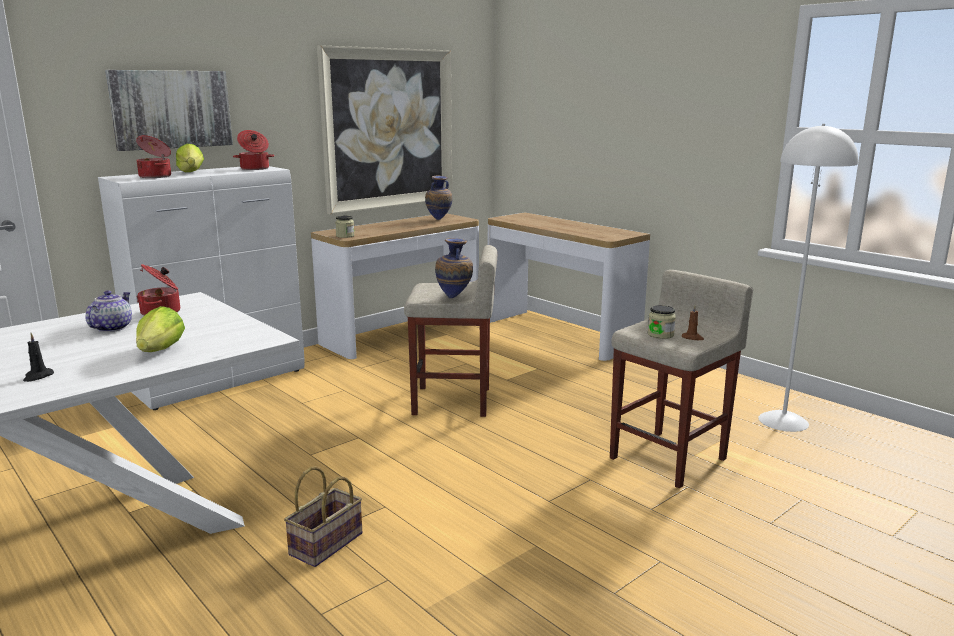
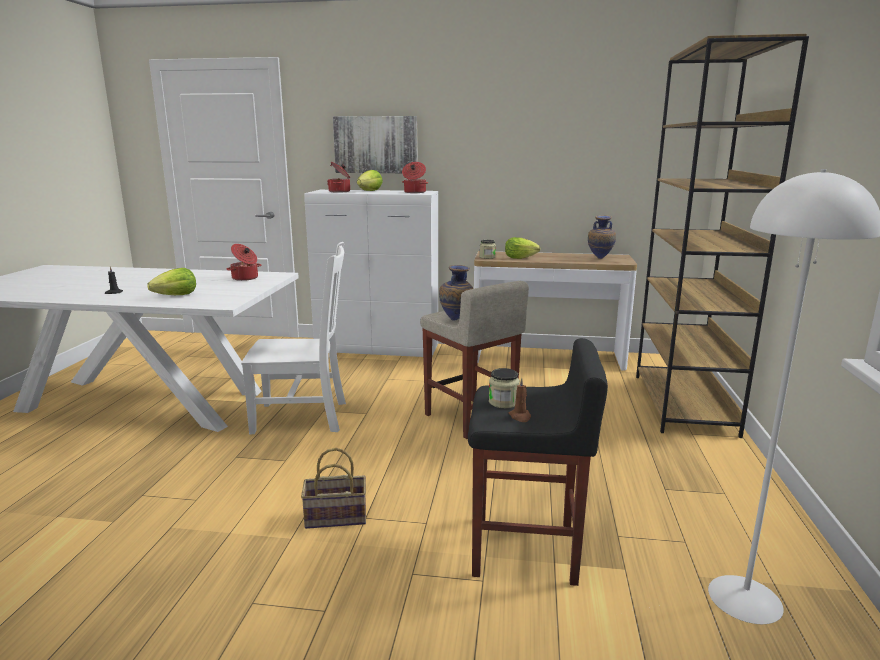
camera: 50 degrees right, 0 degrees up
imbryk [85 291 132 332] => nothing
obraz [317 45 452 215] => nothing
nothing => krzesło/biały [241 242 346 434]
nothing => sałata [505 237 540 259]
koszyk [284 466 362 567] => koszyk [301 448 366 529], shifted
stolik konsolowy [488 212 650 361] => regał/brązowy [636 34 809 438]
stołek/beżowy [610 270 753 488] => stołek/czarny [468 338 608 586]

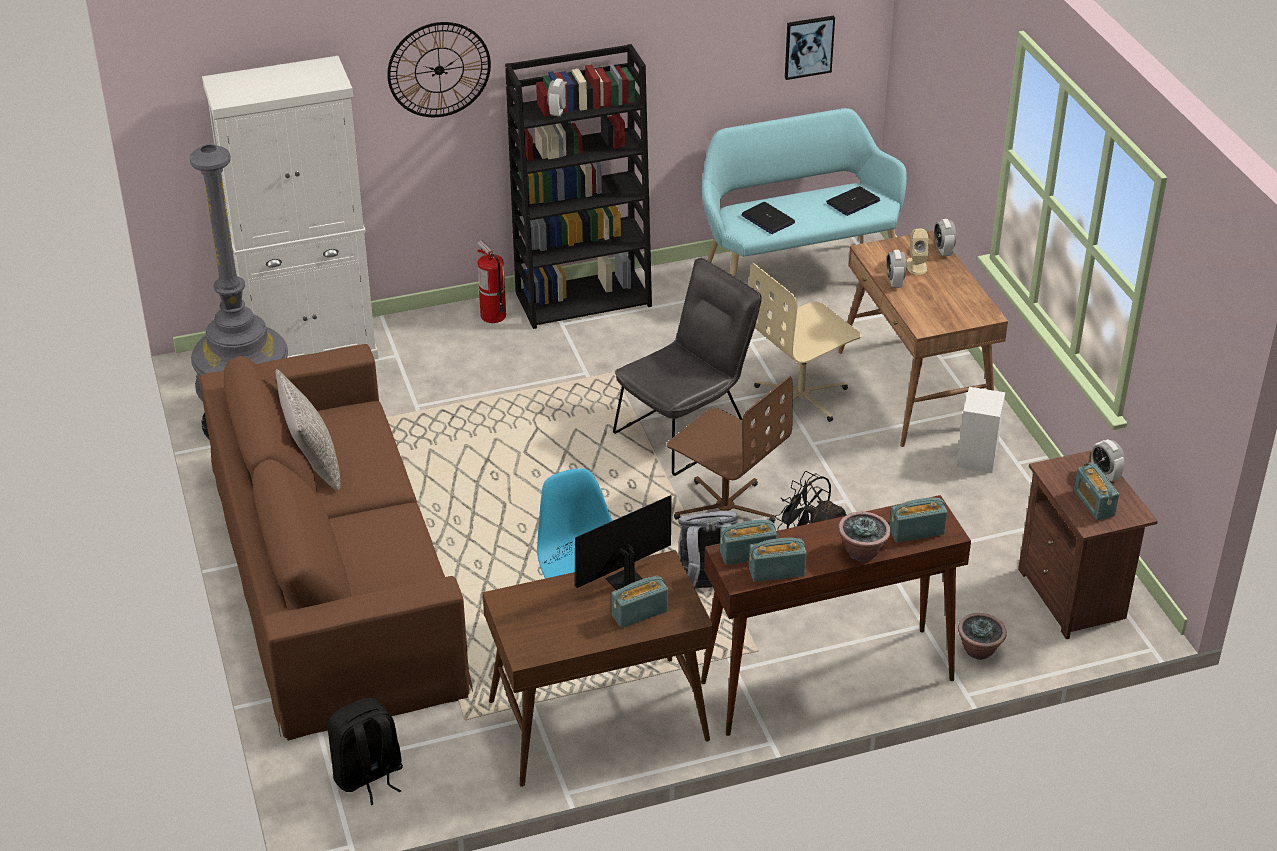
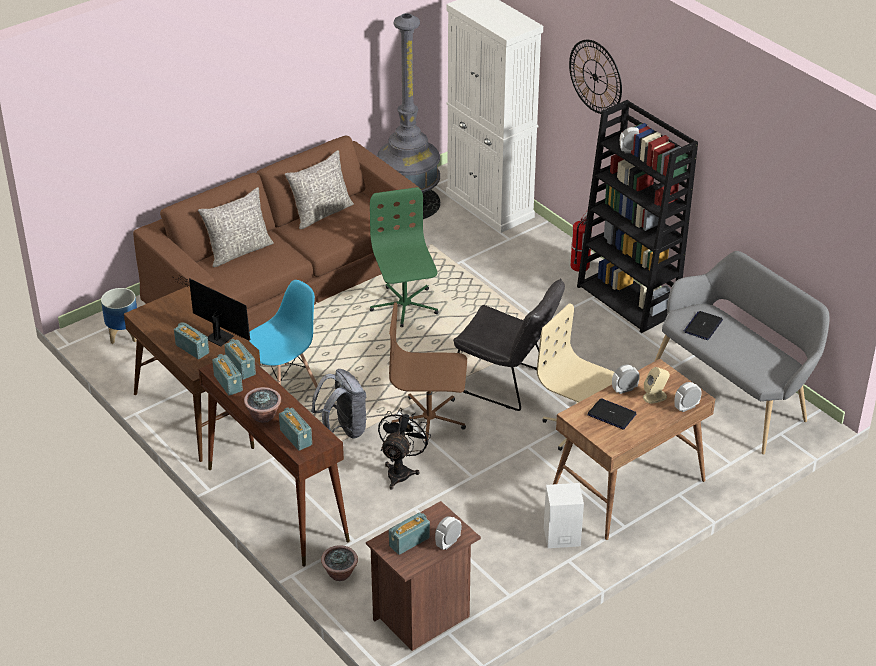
camera: 70 degrees right, 0 degrees up
obraz [785 16 835 80] => nothing
nothing => poduszka/szary [198 187 274 267]
nothing => krzesło biurowe/zielony [370 187 439 327]
laptop [826 186 880 216] => laptop [587 399 636 430], shifted
plecak/czarny [328 698 403 805] => donica [101 288 137 344]
ławka/turkusowy [702 108 907 277] => ławka/szary [655 251 829 454]
krzesło biurowe/brązowy [667 376 793 523] => krzesło biurowe/brązowy [389 303 467 445], 75 degrees clockwise

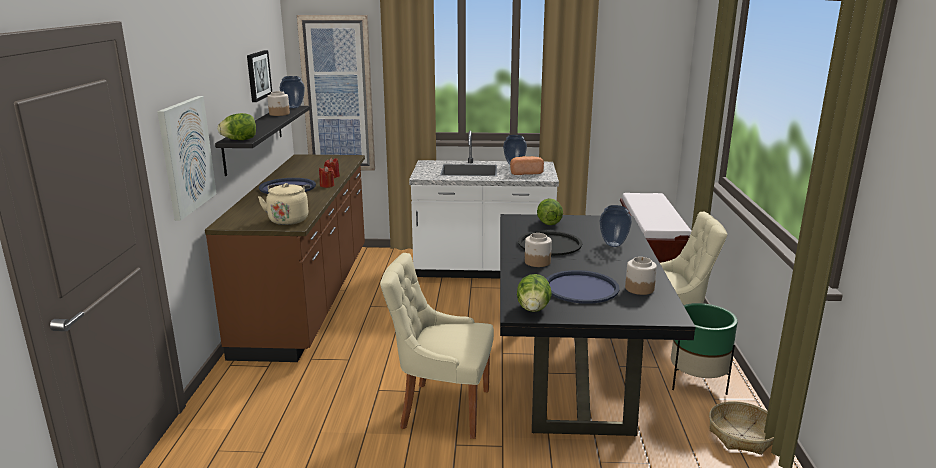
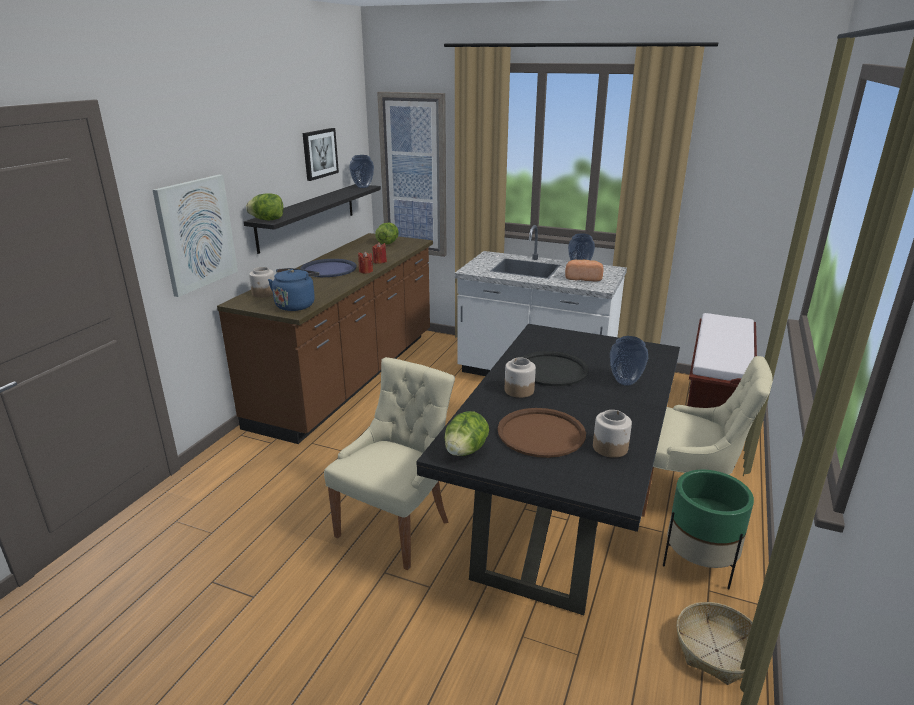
camera: 20 degrees right, 5 degrees up
słoik [267 91 290 116] => słoik [249 267 275 298], shifted
sałata [537 198 563 225] => sałata [375 223 399 244], shifted
czajnik/beżowy [258 183 310 225] => czajnik/niebieski [268 268 320 311]
taca/niebieski [546 270 620 304] => taca/brązowy [497 408 586 458]
krzesło/beżowy [380 253 494 439] => krzesło/beżowy [324 357 455 570], 90 degrees clockwise

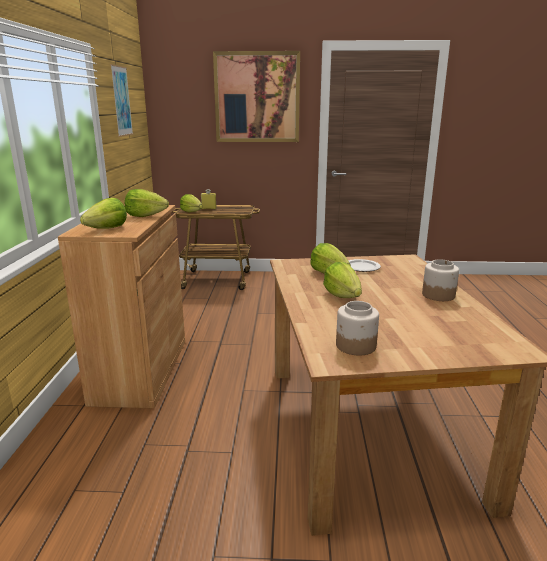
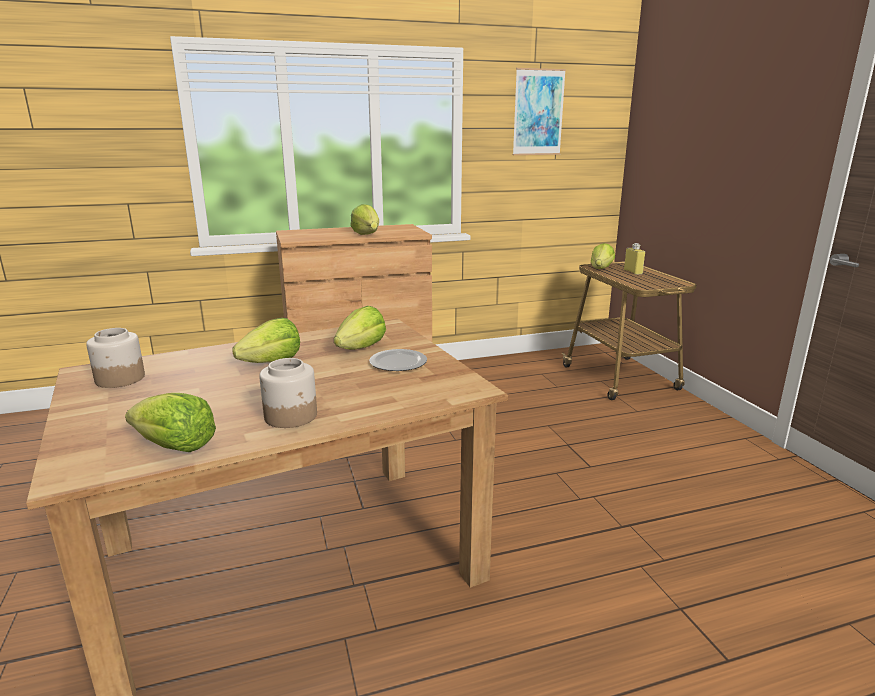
camera: 70 degrees right, 0 degrees up
obraz [213 51 300 142] => nothing
sałata [80 198 127 229] => sałata [125 393 216 452], shifted

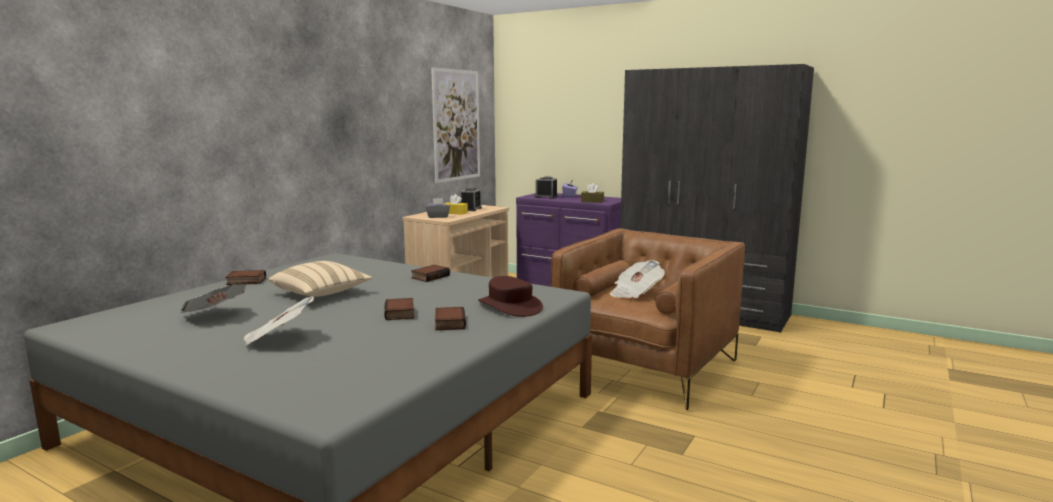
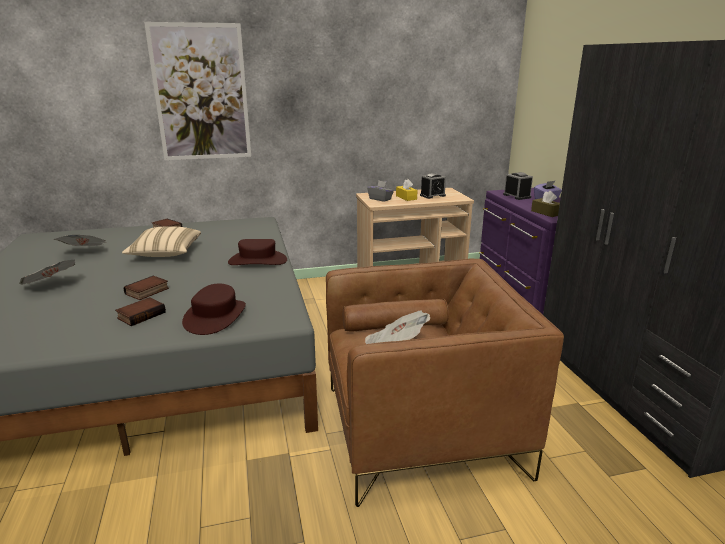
camera: 45 degrees right, 10 degrees up
obraz [431 67 480 183] => obraz [144 22 251 160], shifted
książka [411 265 450 282] => kapelusz/brązowy [228 239 287 265]

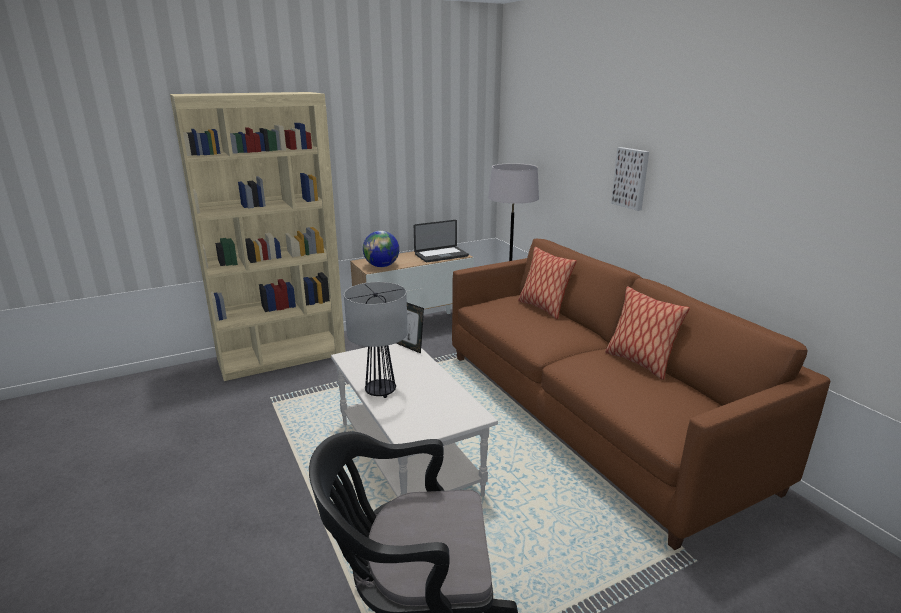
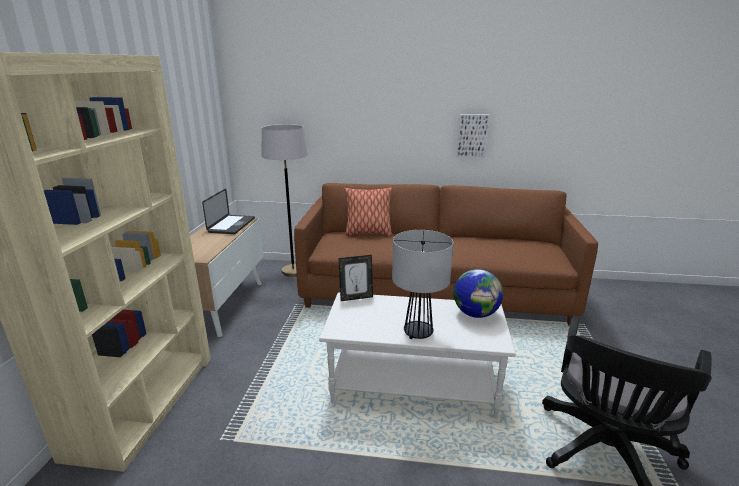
camera: 55 degrees left, 0 degrees up
poduszka [605 286 690 380] => nothing
globus [363 231 399 267] => globus [454 269 503 318], shifted
obraz [611 147 649 211] => obraz [457 114 489 158], shifted

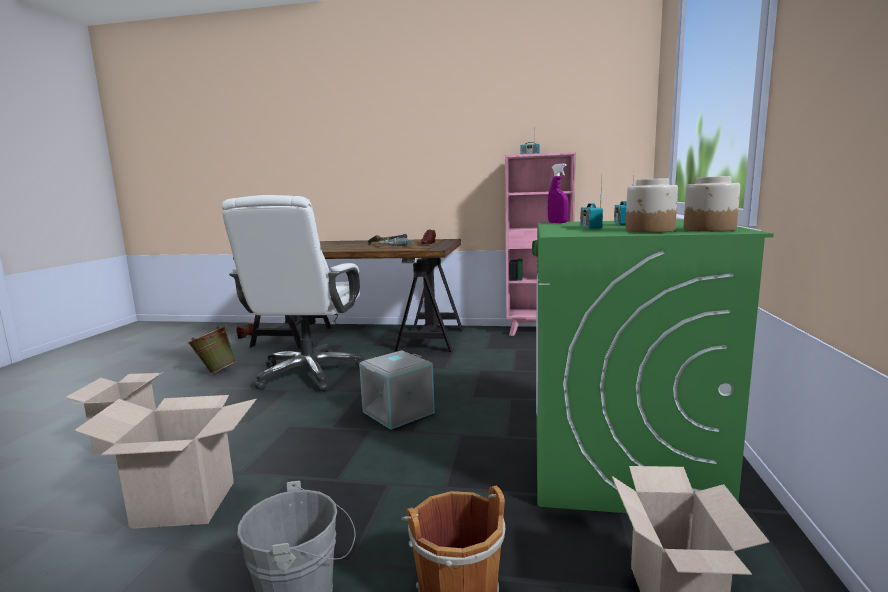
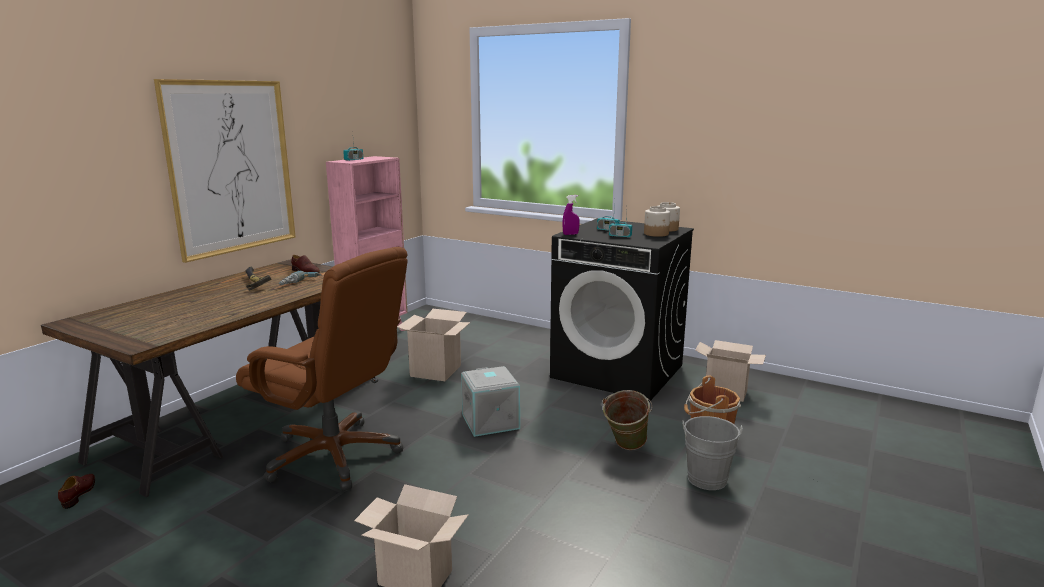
camera: 70 degrees left, 5 degrees up
nothing => obraz [154 79 296 263]
karton [74 395 256 529] => karton [397 309 470 381], shifted
wiadro/zielony [188 326 236 374] => wiadro/zielony [603 390 652 450], shifted
krzesło biurowe/biały [222 195 364 391] => krzesło biurowe/brązowy [236 247 408 491]
pralka/zielony [532 219 774 513] => pralka/czarny [550 219 694 402]

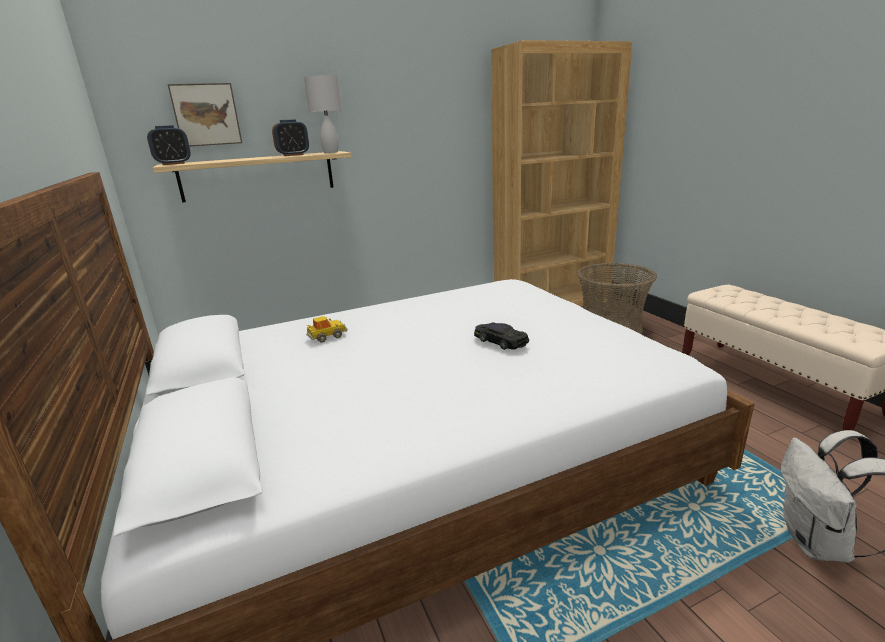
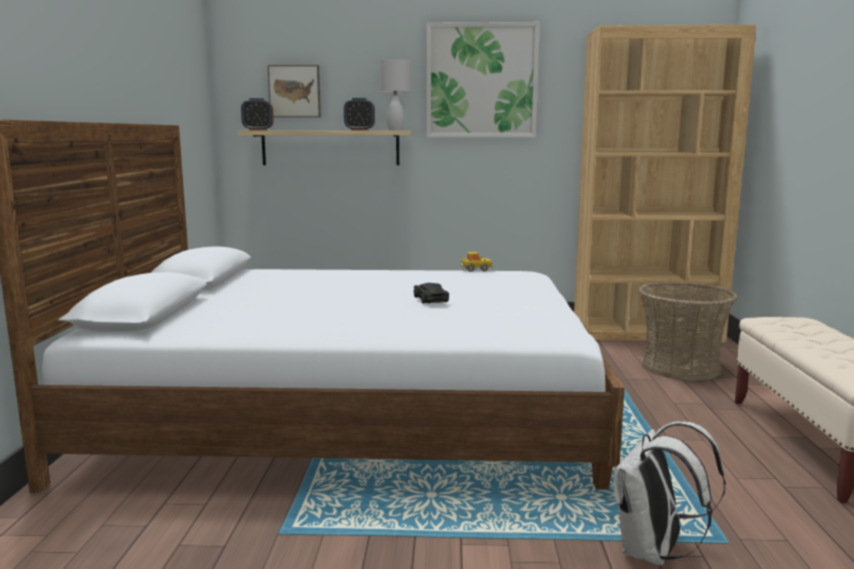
camera: 25 degrees right, 10 degrees down
nothing => obraz [427 22 540 137]
samochodzik [306 316 348 342] => samochodzik [460 252 494 272], shifted

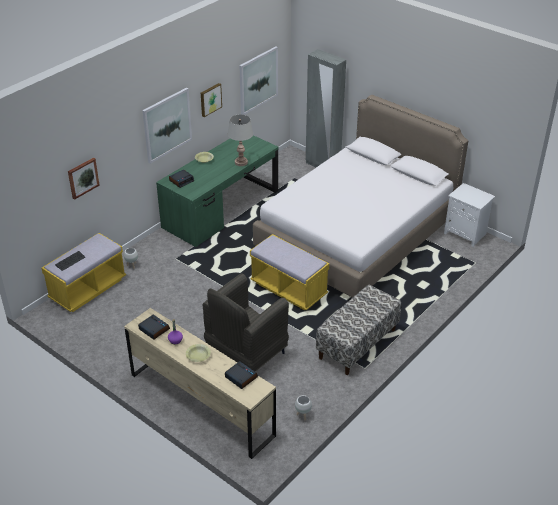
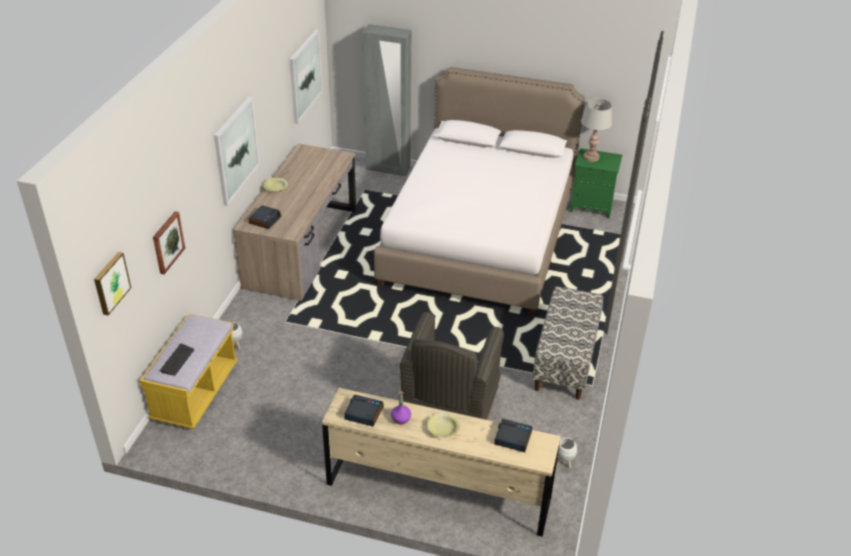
camera: 25 degrees left, 0 degrees up
ławka/żółty [250 234 329 310] => nothing
obraz [201 83 222 117] => obraz [94 252 131 315], shifted
lampa stołowa/szary [228 114 253 166] => lampa stołowa/szary [581 99 612 162], shifted
biurko/zielony [156 135 279 247] => biurko/brązowy [233 144 356 301]
szafka nocna/biały [444 183 495 247] => szafka nocna/zielony [570 148 622 219]

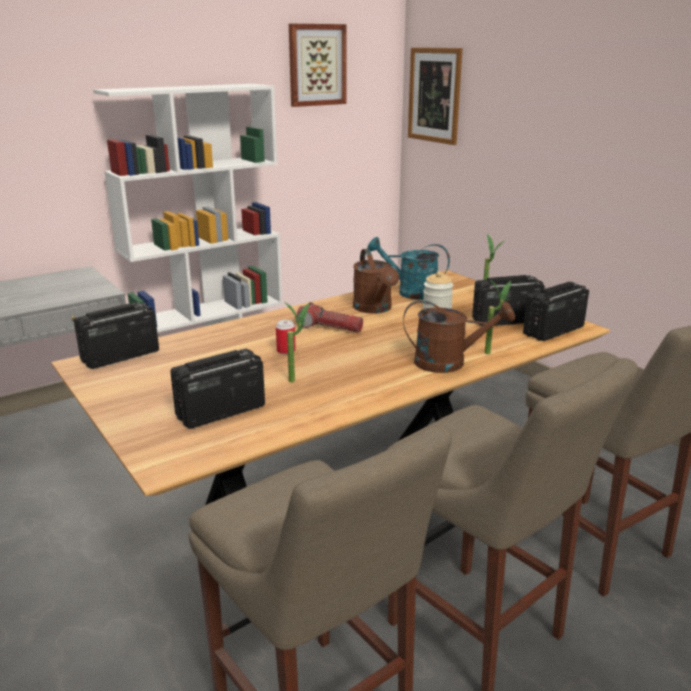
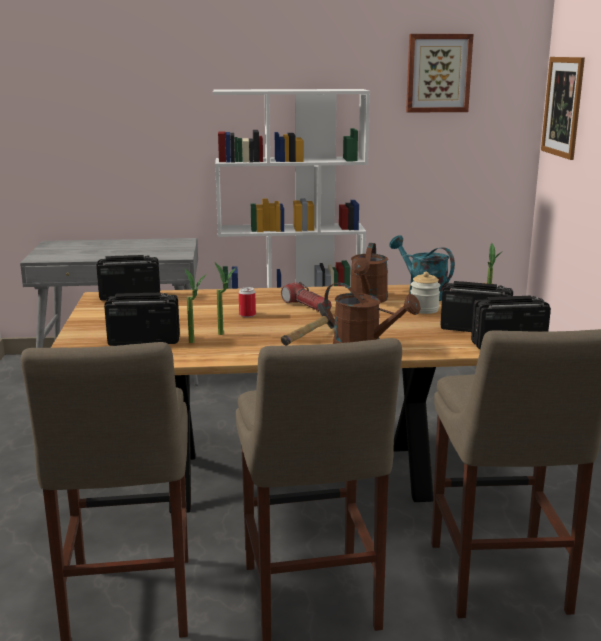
camera: 30 degrees right, 5 degrees down
nothing => młotek [281 302 334 346]
roślina doniczkowa [485 279 511 354] => roślina doniczkowa [185 269 206 343], shifted

